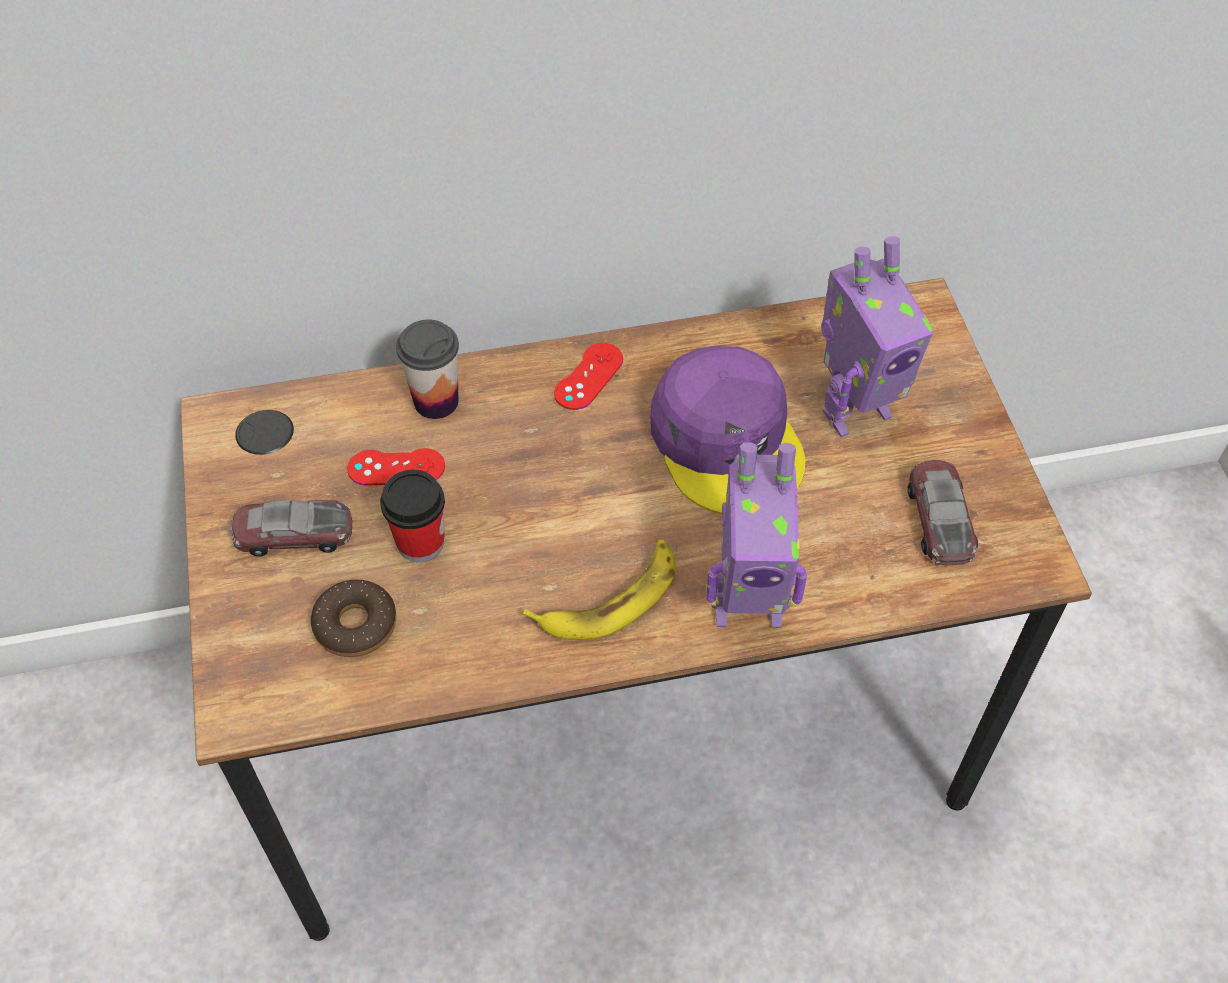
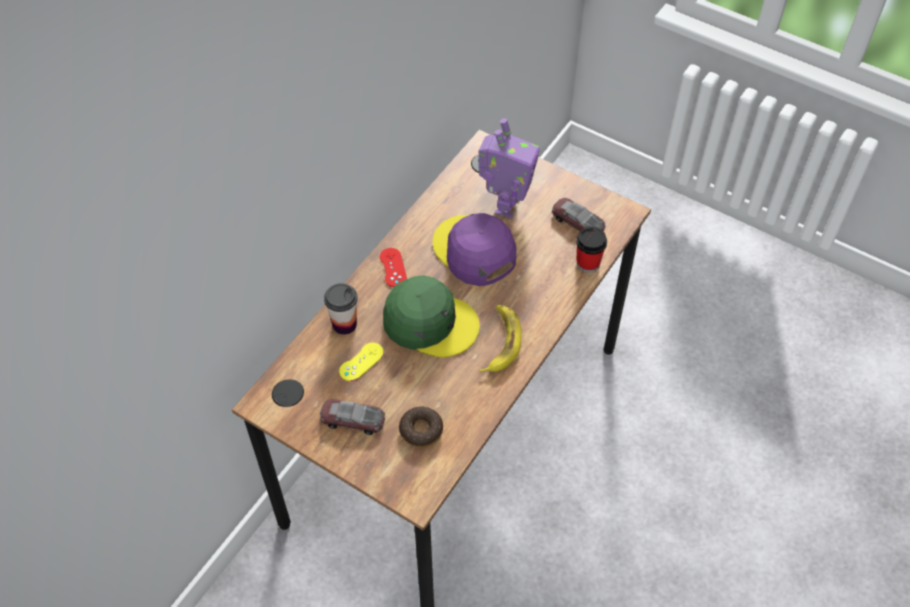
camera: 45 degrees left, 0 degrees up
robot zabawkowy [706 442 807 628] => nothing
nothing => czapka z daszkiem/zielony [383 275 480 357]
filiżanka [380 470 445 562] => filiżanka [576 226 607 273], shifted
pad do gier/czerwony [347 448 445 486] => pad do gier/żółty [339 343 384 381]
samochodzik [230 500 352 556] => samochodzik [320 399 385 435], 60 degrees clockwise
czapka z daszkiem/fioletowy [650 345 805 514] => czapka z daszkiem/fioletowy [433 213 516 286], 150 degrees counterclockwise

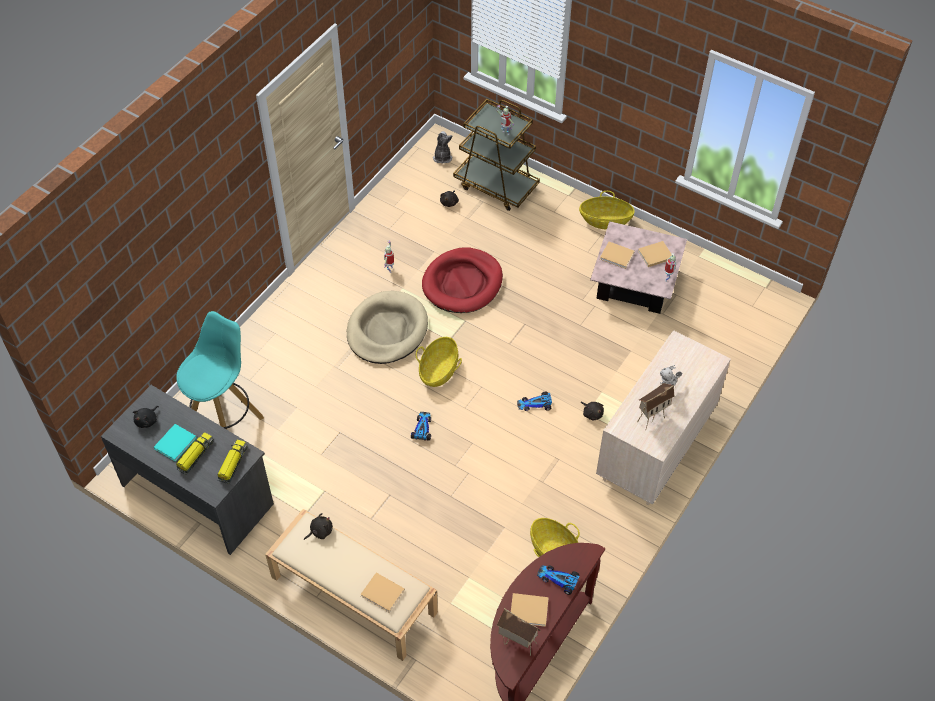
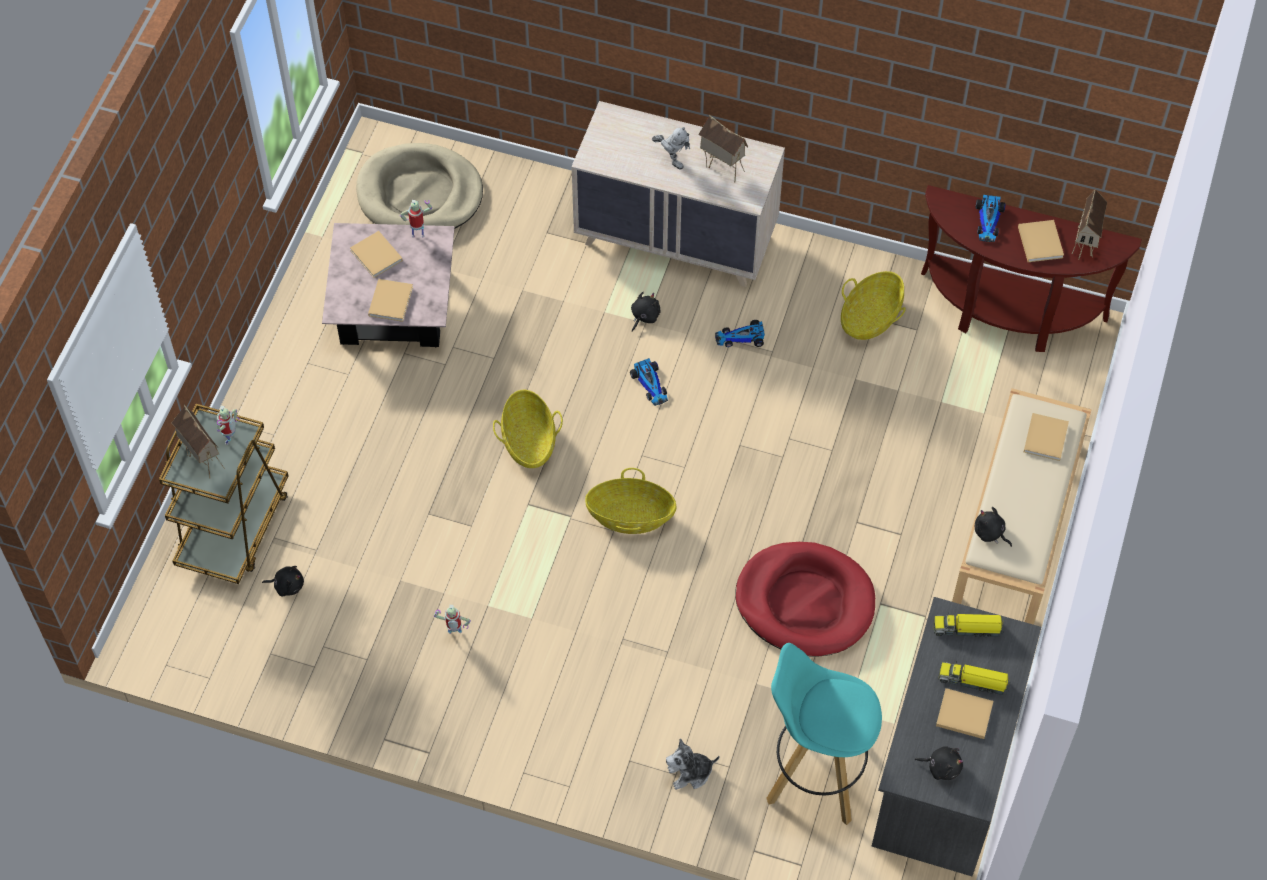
camera: 105 degrees left, 5 degrees up
nothing => domek [172 405 225 479]
legowisko/beżowy [347 291 428 364] => legowisko/beżowy [356 143 483 229], shifted
samochodzik [411 412 431 441] => samochodzik [715 320 765 347], shifted
legowisko/czerwony [422 247 503 313] => legowisko/czerwony [735 542 875 657], shifted
pluszak [433 131 452 164] => pluszak [666 738 720 790], shifted
koszyk [579 191 635 230] => koszyk [493 390 563 468], shifted
książka/turkusowy [154 424 196 462] => książka/beżowy [936 688 993 739]

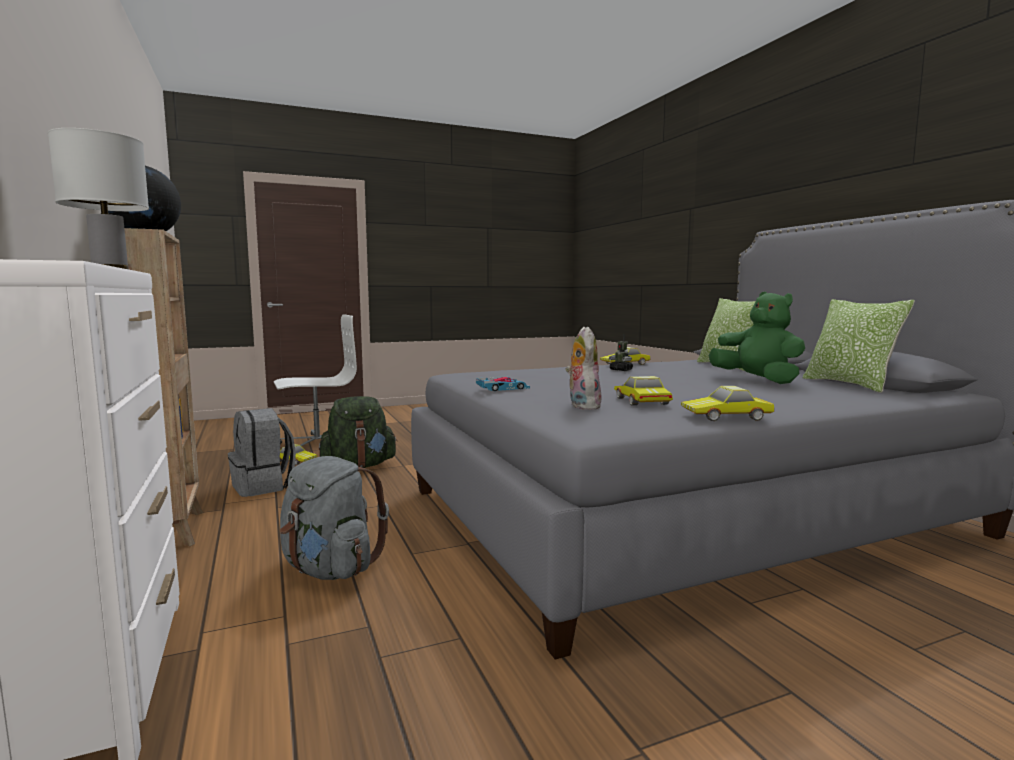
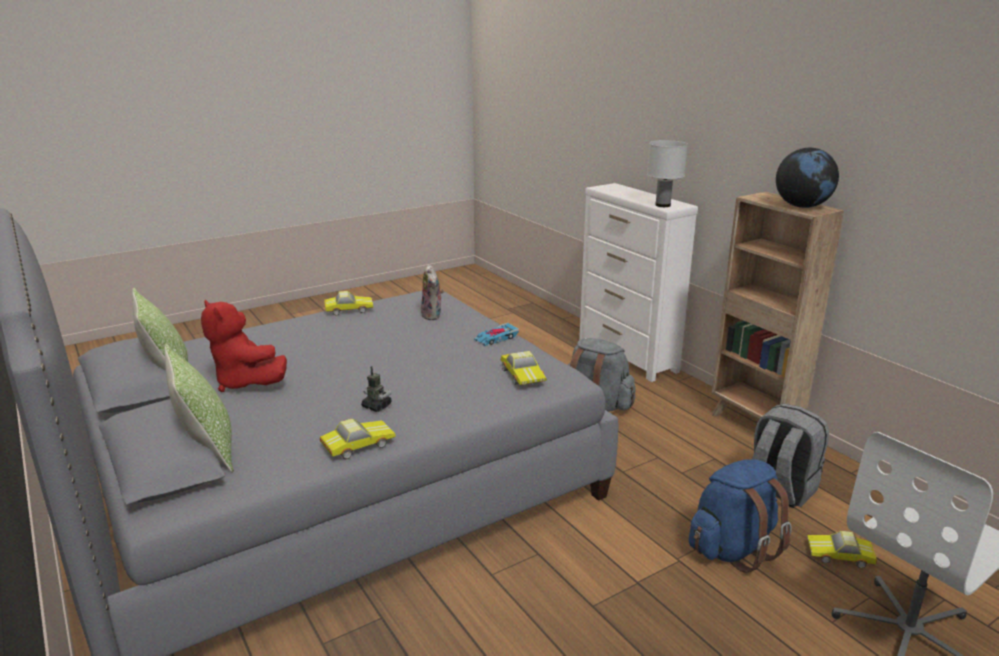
camera: 170 degrees right, 15 degrees up
samochodzik [614 376 673 406] => samochodzik [501 351 547 385], shifted
plecak/zielony [319 396 397 468] => plecak/niebieski [689 459 792 573]
pluszak/zielony [708 292 805 384] => pluszak/czerwony [201 300 287 392]

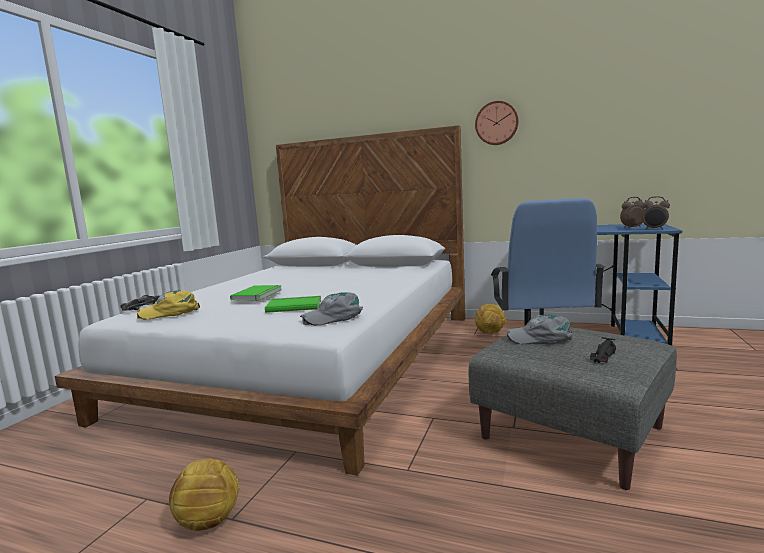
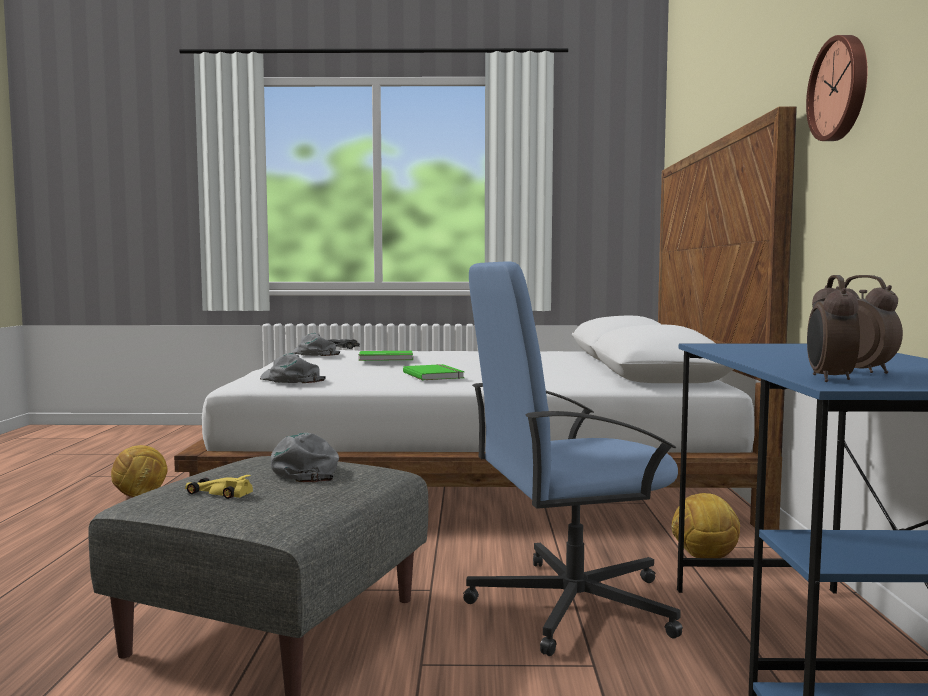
camera: 70 degrees right, 5 degrees down
książka/zielony [265 296 321 313] => książka/zielony [403 364 464 380], shifted
czapka z daszkiem/żółty [137 290 200 319] => czapka z daszkiem/szary [292 333 340 356]
samochodzik/czarny [590 337 616 363] => samochodzik/żółty [185 475 253 499]

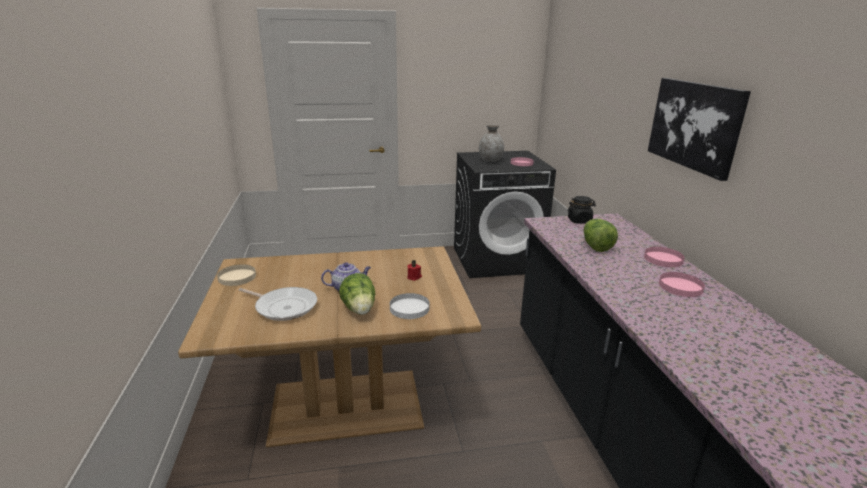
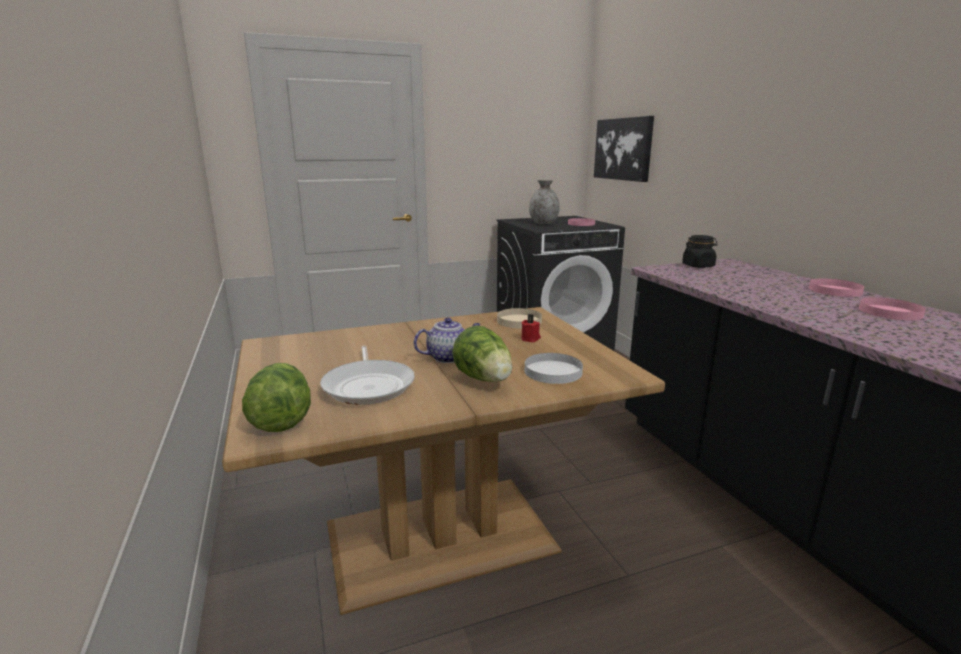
camera: 10 degrees left, 5 degrees down
talerz/beżowy [217 264 256 286] => talerz/beżowy [497 308 542 328], shifted
sałata [584 219 618 252] => sałata [242 363 311 432], shifted
obraz [648 78 751 181] => obraz [594 116 654 182], shifted
patelnia [239 287 317 321] => patelnia [320 346 415 405], 60 degrees clockwise

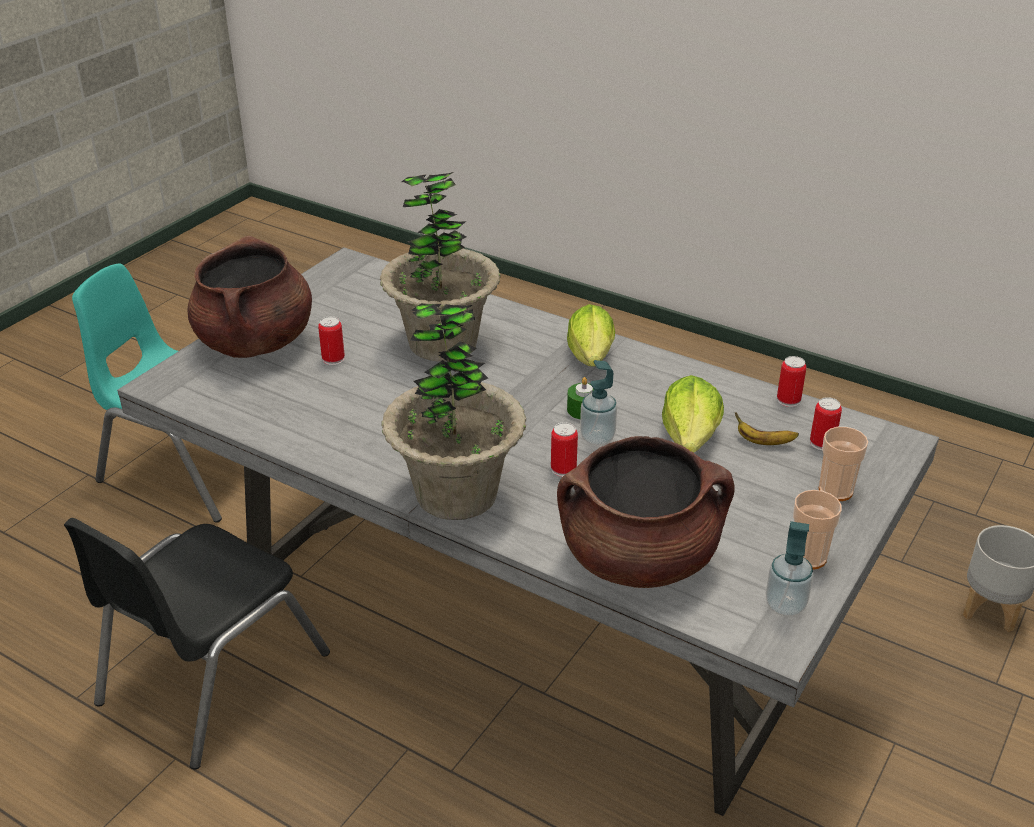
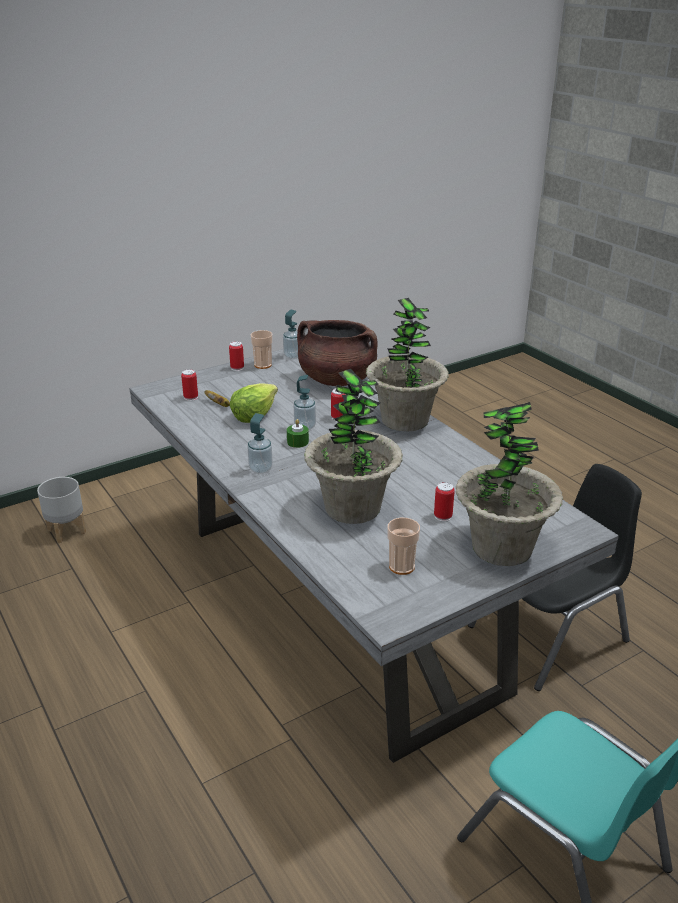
camera: 155 degrees left, 5 degrees down
puszka [777 356 806 407] => puszka [229 341 244 371], shifted
filiżanka [819 427 868 501] => filiżanka [388 517 420 575], shifted
garnek/brązowy [188 236 312 358] => roślina doniczkowa [456 402 563 566]
sałata [567 304 615 366] => dozownik mydła [247 413 273 474]

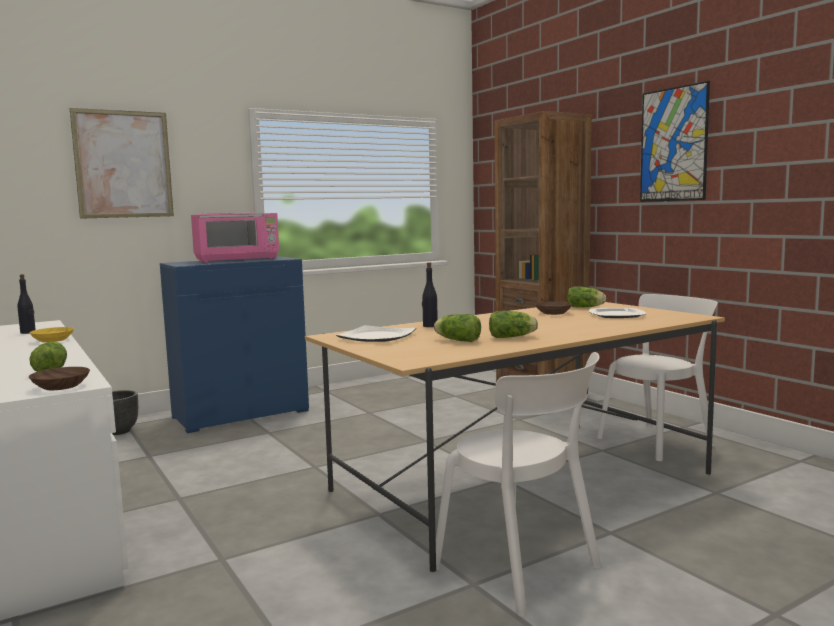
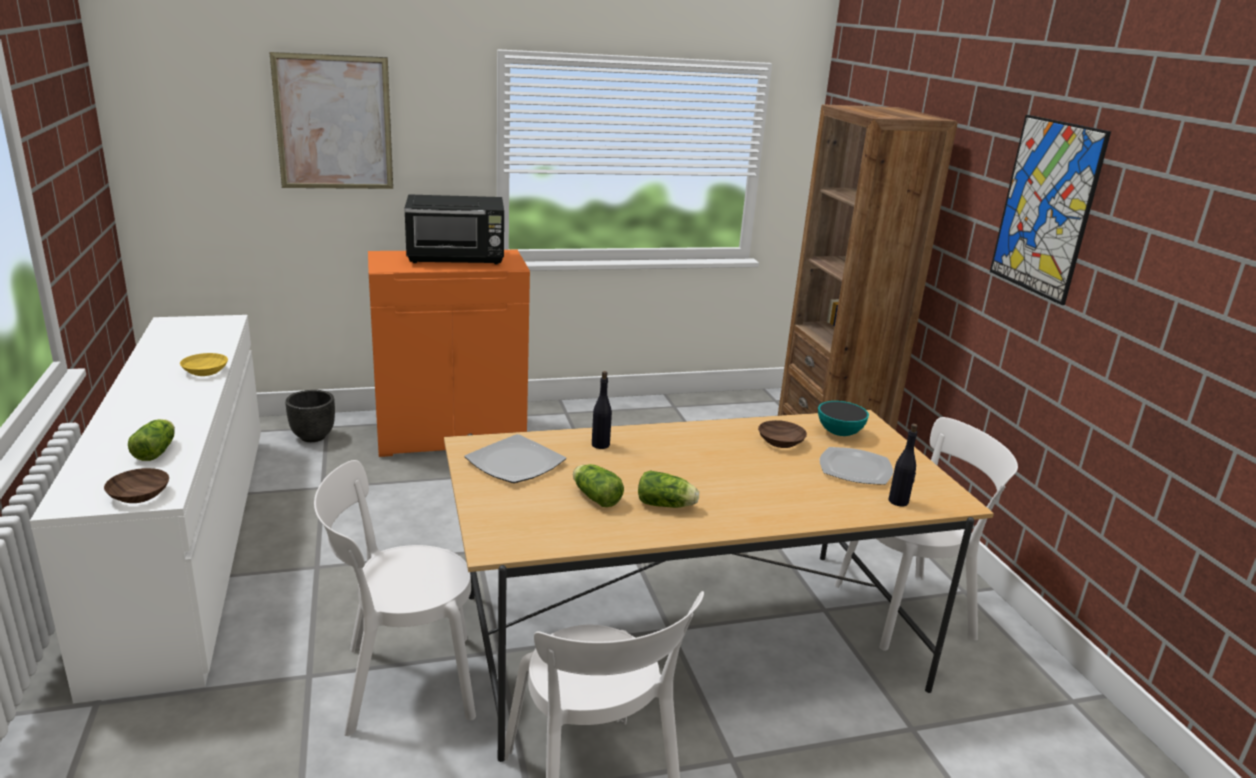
camera: 15 degrees right, 15 degrees up
nothing => krzesło/biały [314 460 476 736]
butelka/czarny [18 274 36 334] => butelka/czarny [889 424 917 506], shifted
sałata [567 286 606 308] => miska [818 401 869 436]
szafka/niebieski [160 256 309 433] => szafka/pomarańczowy [368 250 530 457]
mikrofalówka/różowy [191 213 279 263] => mikrofalówka/czarny [404 194 504 264]

